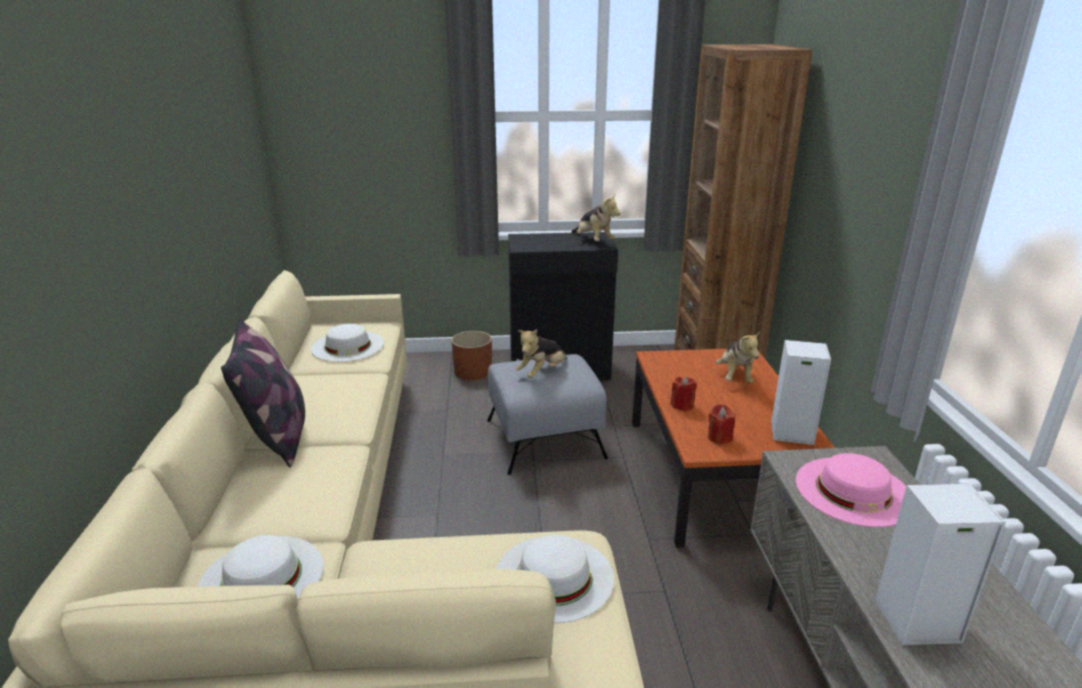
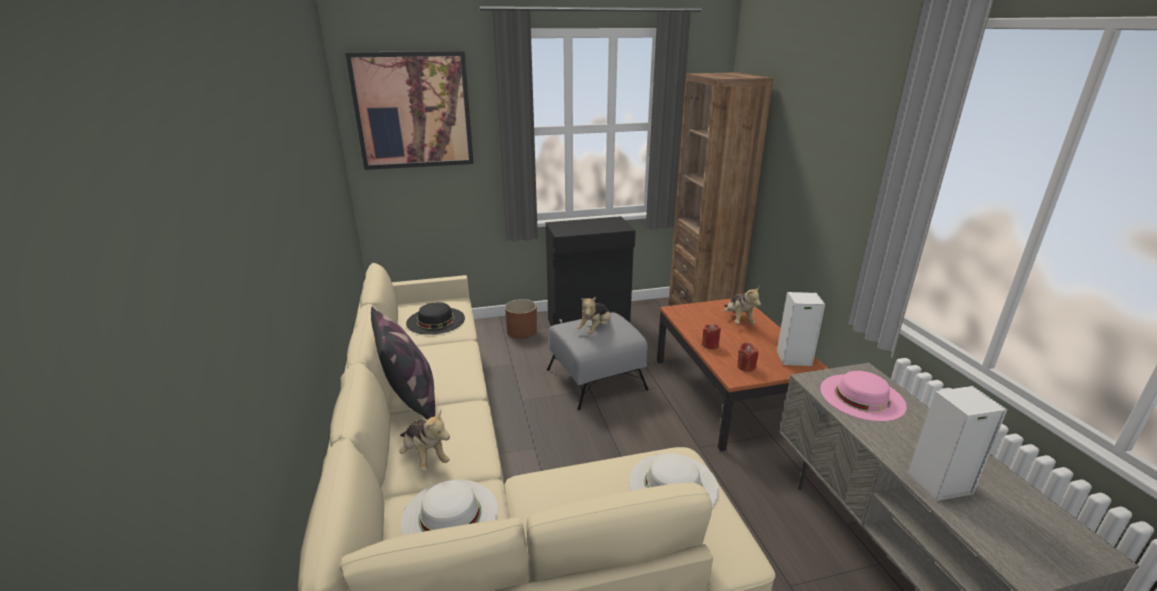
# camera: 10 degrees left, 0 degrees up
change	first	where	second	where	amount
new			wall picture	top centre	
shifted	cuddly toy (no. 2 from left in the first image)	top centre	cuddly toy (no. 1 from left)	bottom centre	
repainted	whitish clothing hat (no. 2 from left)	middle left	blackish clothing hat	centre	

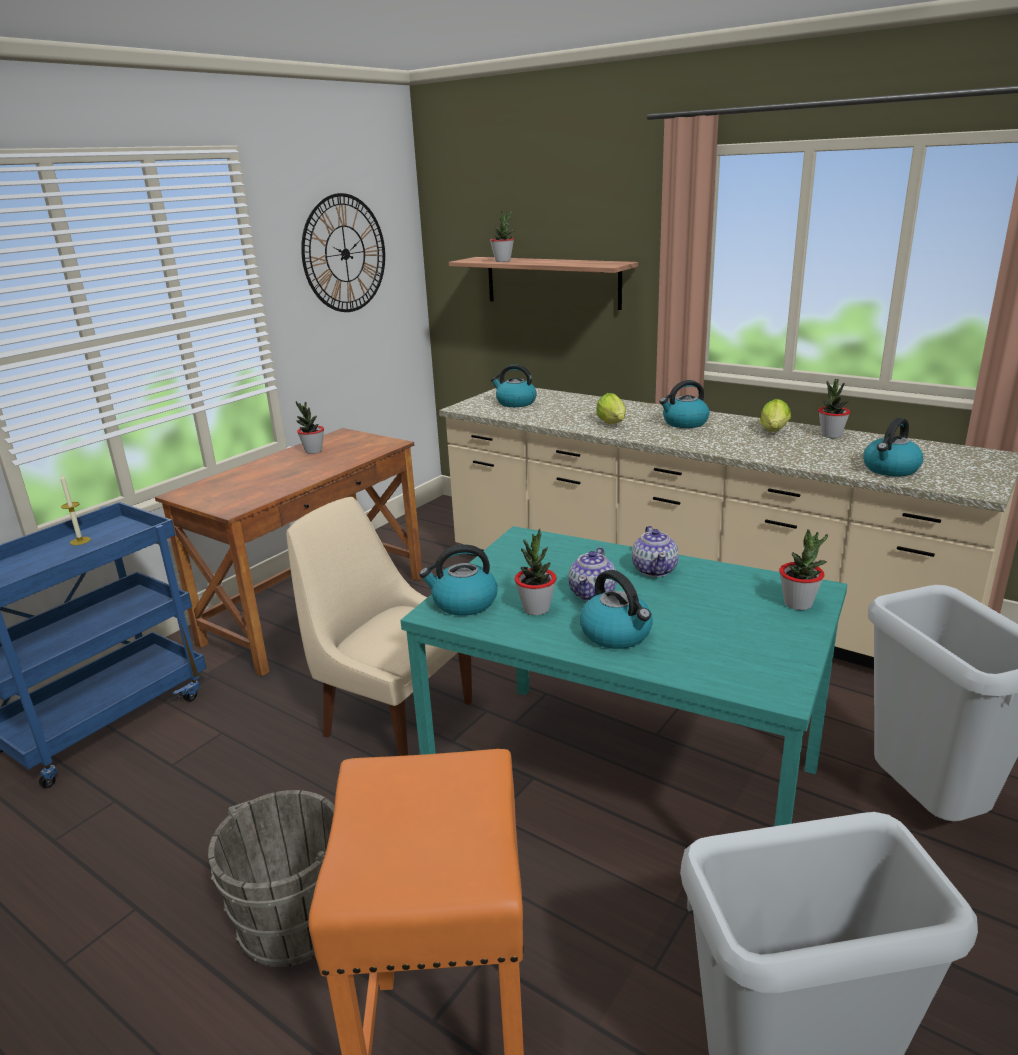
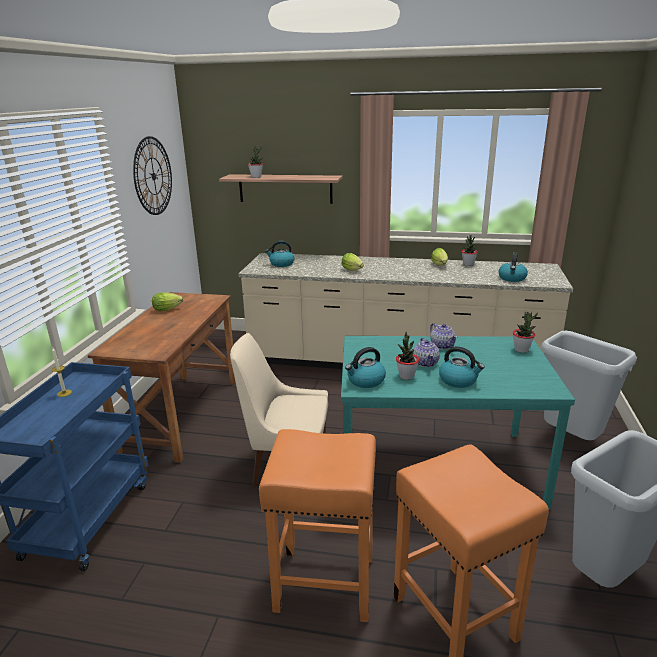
# camera: 25 degrees left, 0 degrees up
change	first	where	second	where	amount
swapped	houseplant (no. 1 from left)	middle left	head of lettuce (no. 1 from left)	middle left	
swapped	gray bucket	bottom left	orange-coloured stool seat (no. 1 from left)	bottom centre	
gone	kettle (no. 4 from left)	middle right			

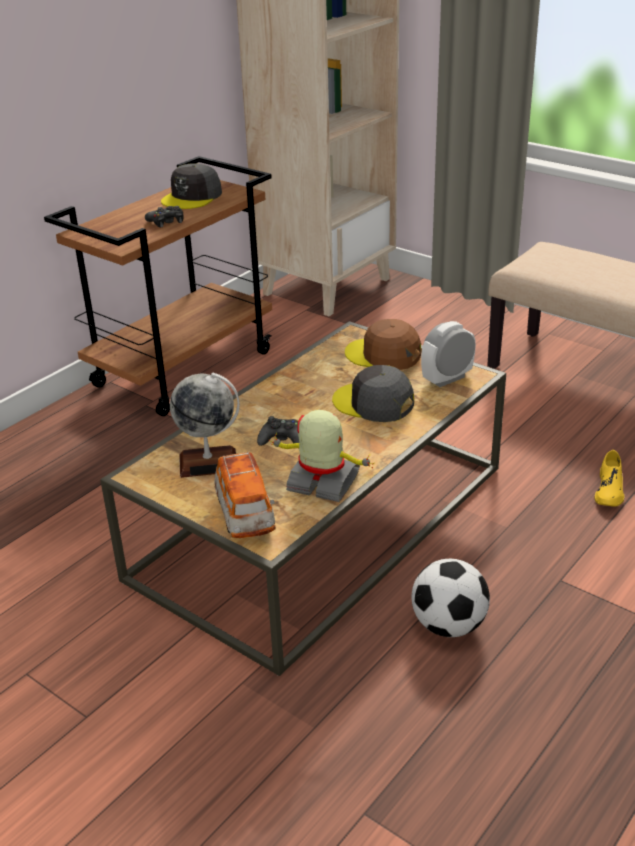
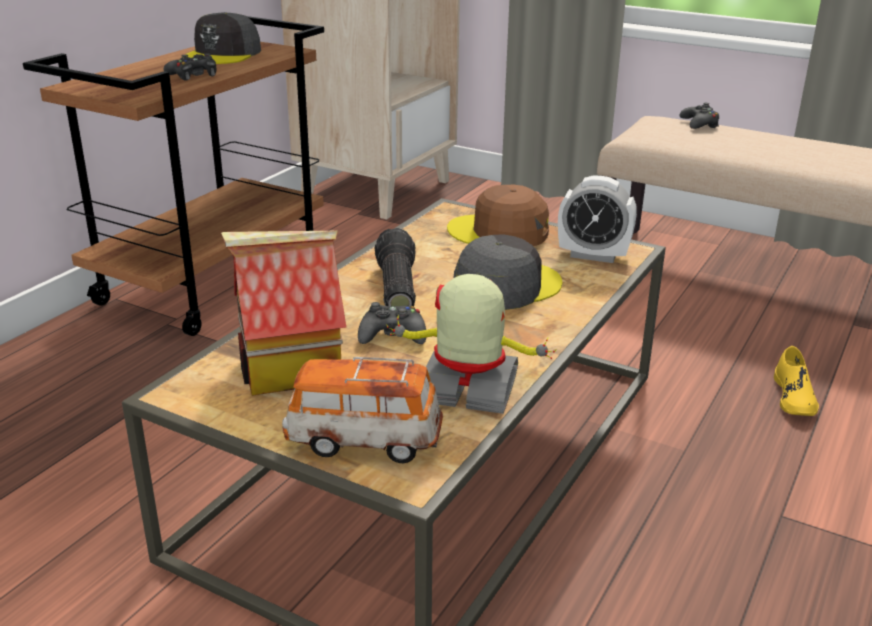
# camera: 10 degrees left, 5 degrees down
change	first	where	second	where	amount
swapped	globe	middle left	toy house	middle left	
rotated	miniature car	centre		centre	120 degrees clockwise
new			torch	centre	
rotated	gray cap (no. 2 from left)	centre		centre	120 degrees clockwise
rotated	bedside clock	middle right		middle right	120 degrees counterclockwise
new			blackish joypad (no. 3 from left)	top right	
gone	ball for football	bottom right			

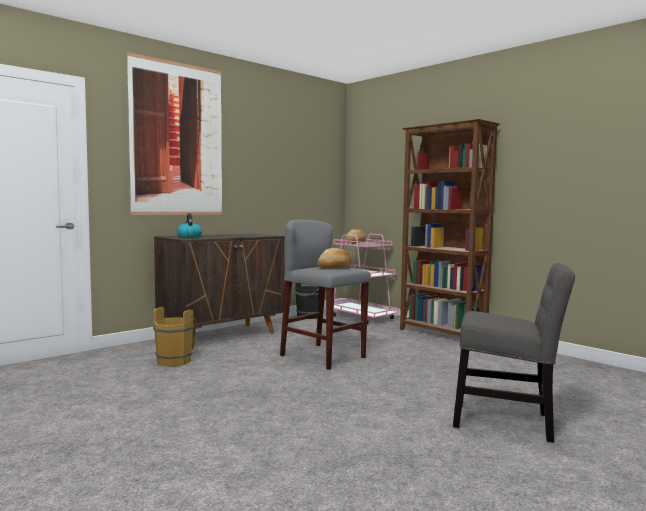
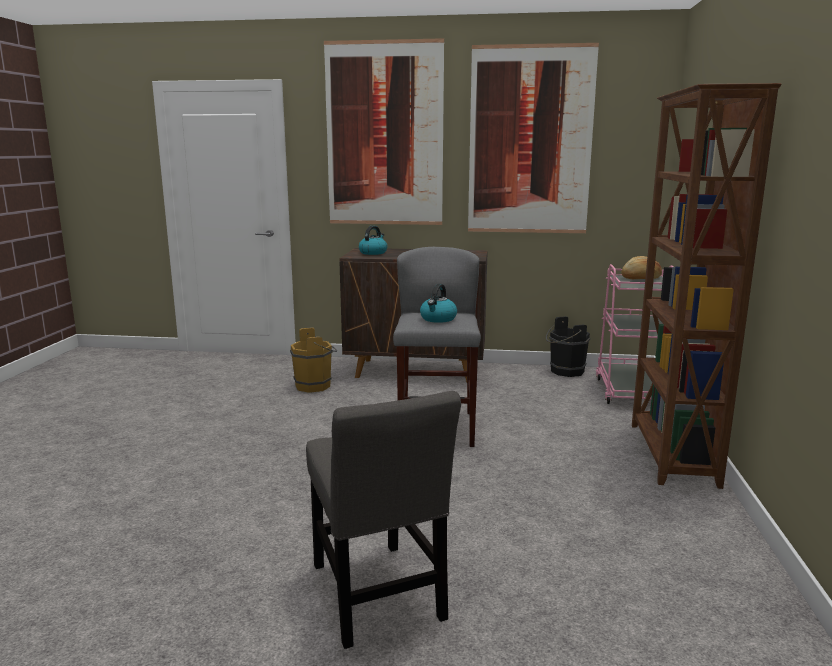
# camera: 50 degrees right, 10 degrees up
change	first	where	second	where	amount
swapped	baked bread (no. 1 from left)	centre	kettle (no. 2 from left)	centre	
new			wall picture (no. 2 from left)	top centre	

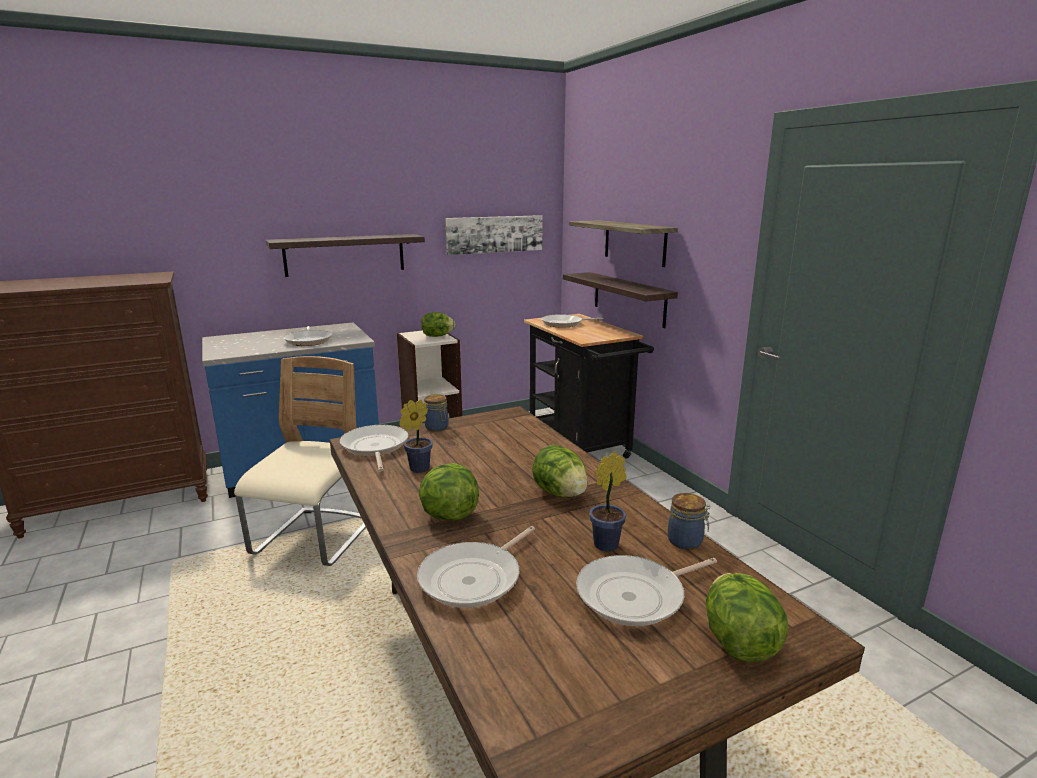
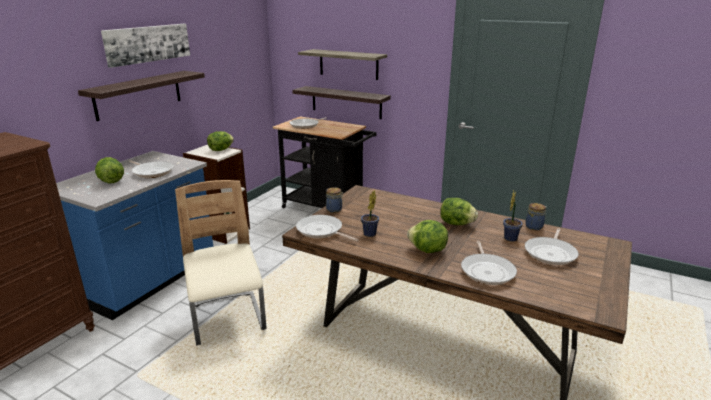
# camera: 35 degrees left, 5 degrees up
change	first	where	second	where	amount
shifted	head of lettuce (no. 4 from left in the first image)	bottom right	head of lettuce (no. 1 from left)	middle left	
shifted	wall picture	top centre		top left	

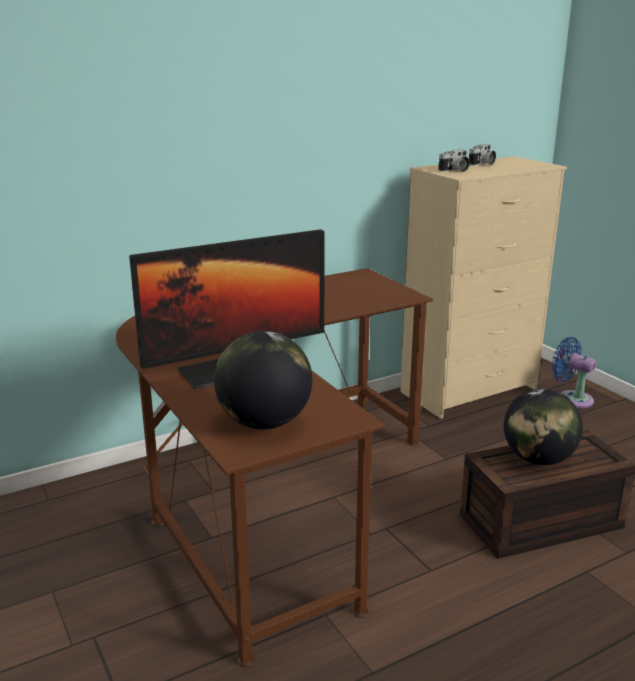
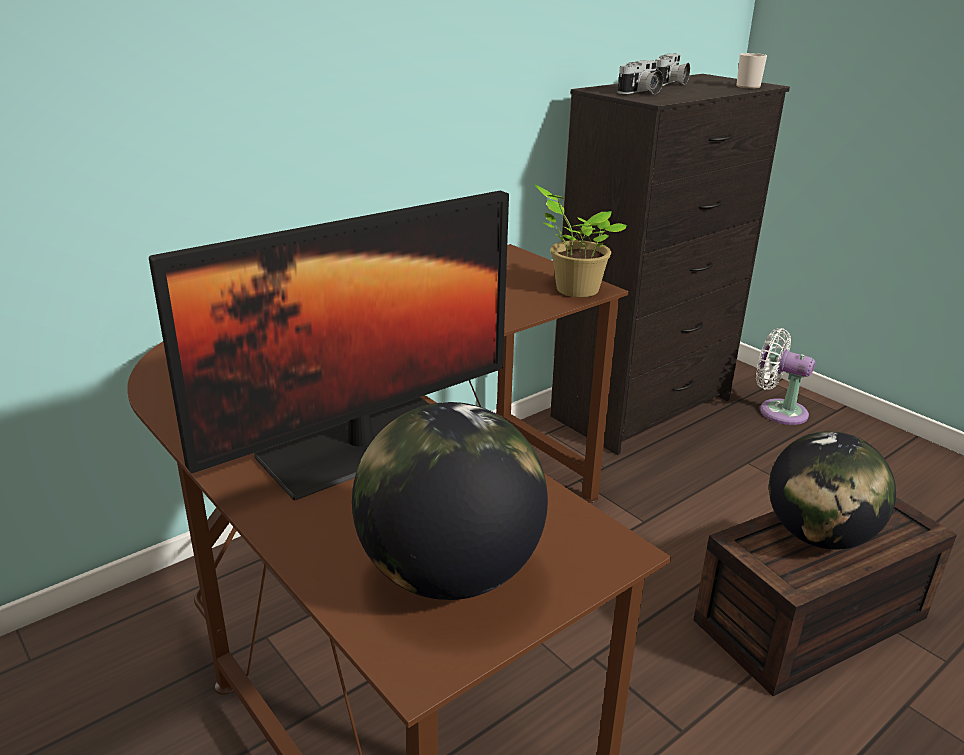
# camera: 10 degrees left, 5 degrees up
change	first	where	second	where	amount
new			houseplant	top centre	
repainted	beige dresser	middle right	blackish dresser	middle right	
new			tea mug	top right	
repainted	bluish electric fan	middle right	whitish electric fan	middle right	

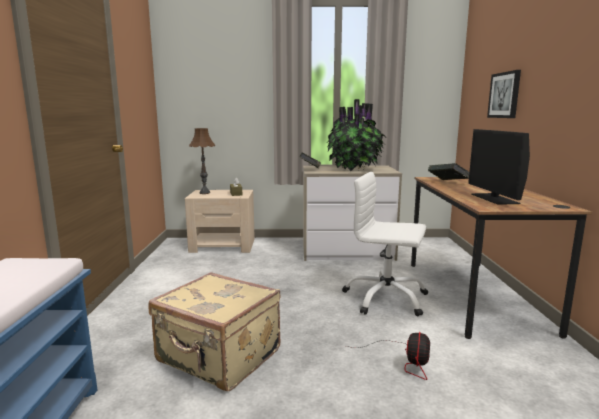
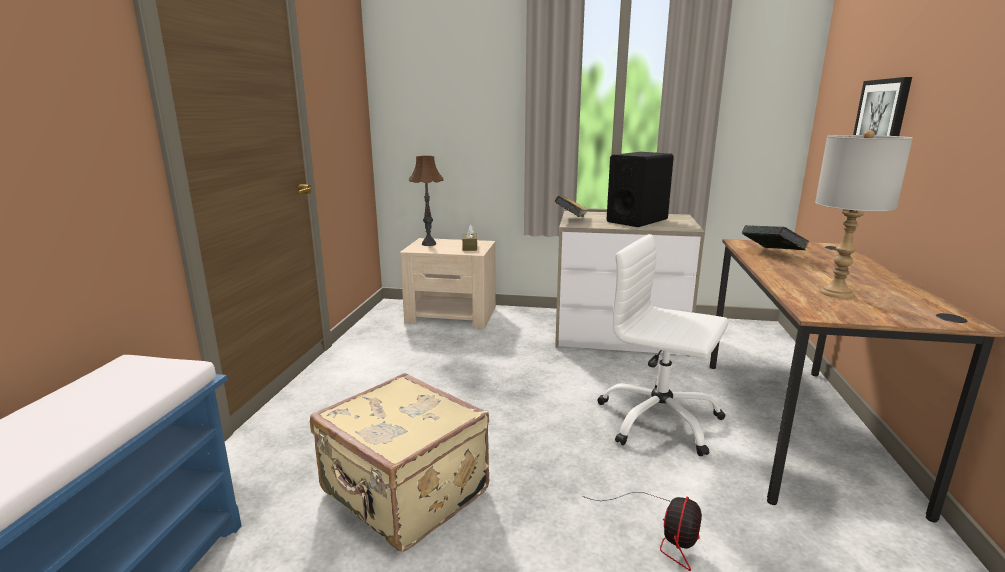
# camera: 10 degrees right, 5 degrees up
change	first	where	second	where	amount
swapped	houseplant	top centre	blackish audio speaker	top centre	
swapped	monitor	middle right	gray tabletop lamp	middle right	

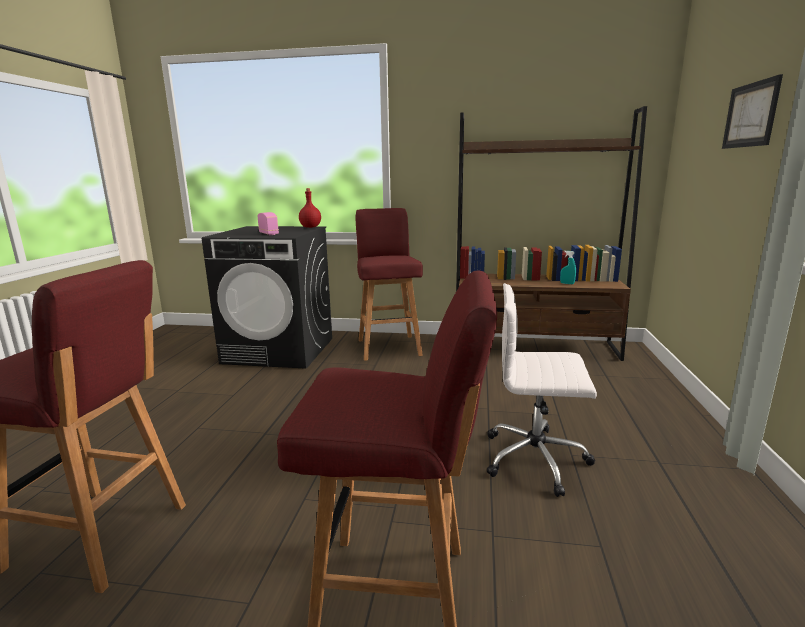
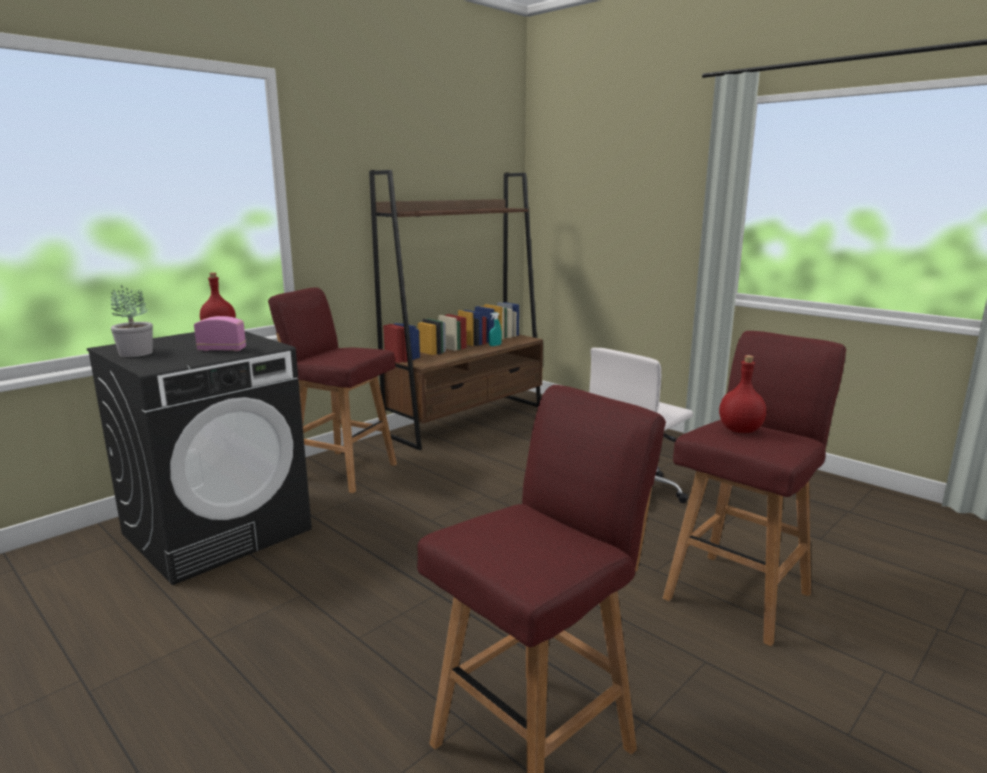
# camera: 55 degrees left, 0 degrees up
change	first	where	second	where	amount
new			houseplant	middle left	
new			reddish bottle (no. 2 from left)	middle right	
gone	wall picture	top right			

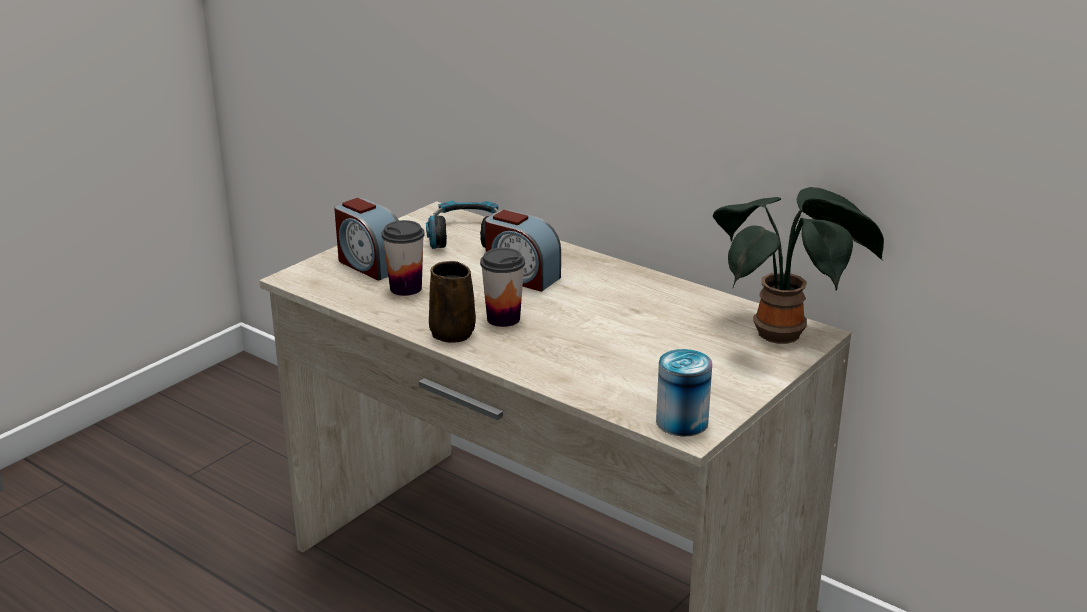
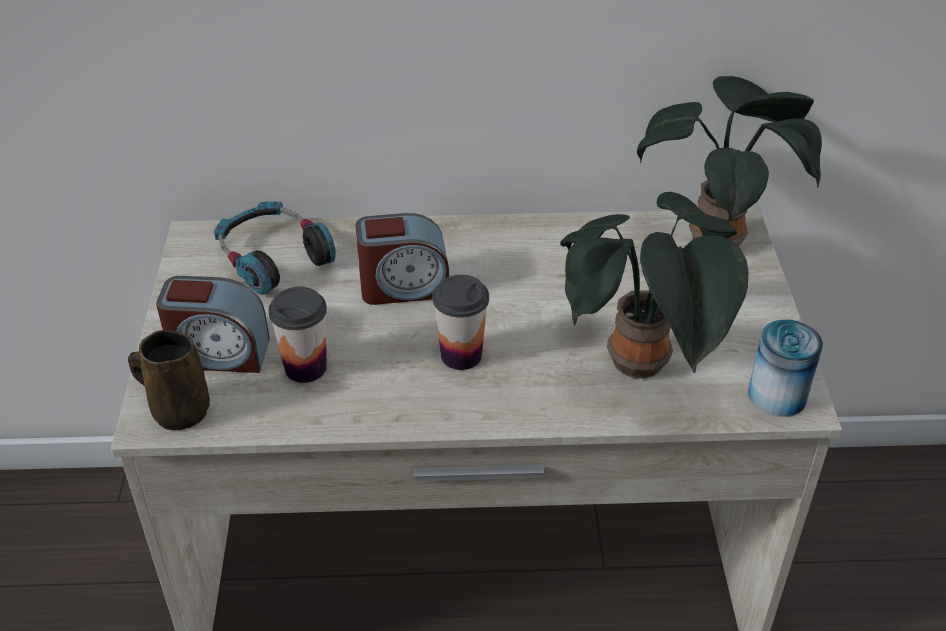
# camera: 40 degrees left, 15 degrees up
change	first	where	second	where	amount
shifted	brown-coloured tea mug	centre		middle left	
new			houseplant (no. 1 from left)	middle right	

